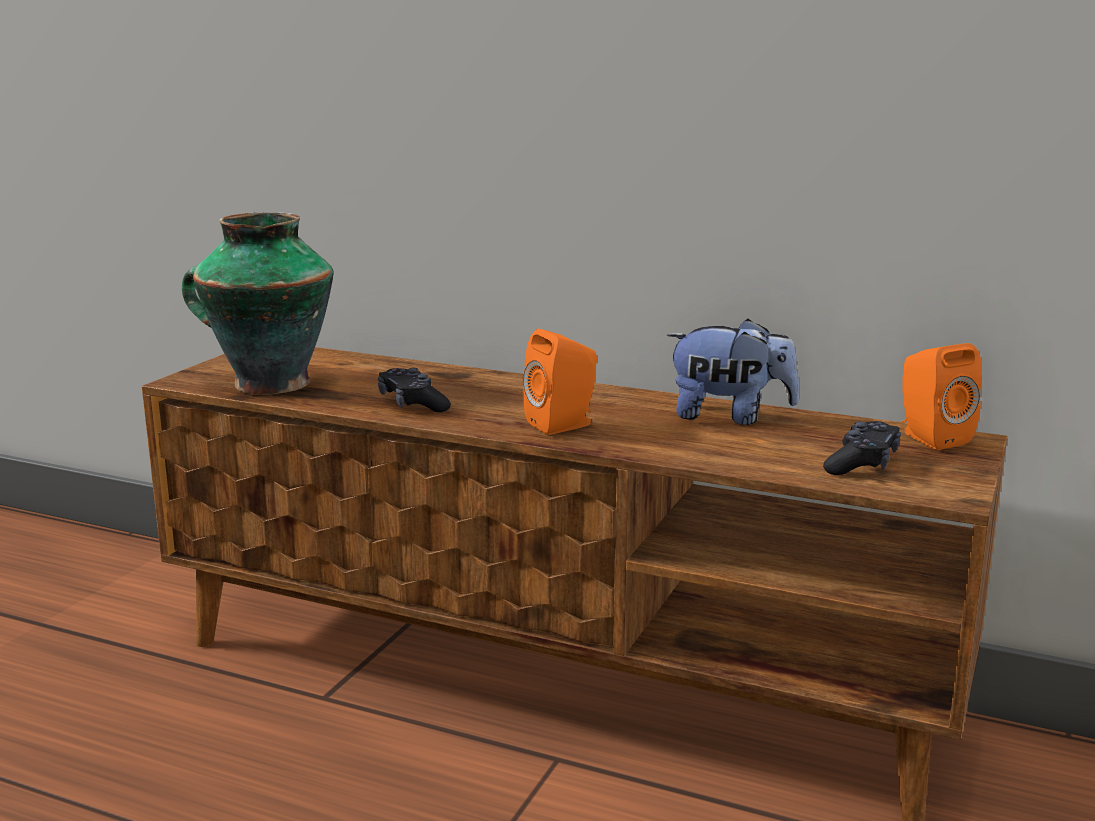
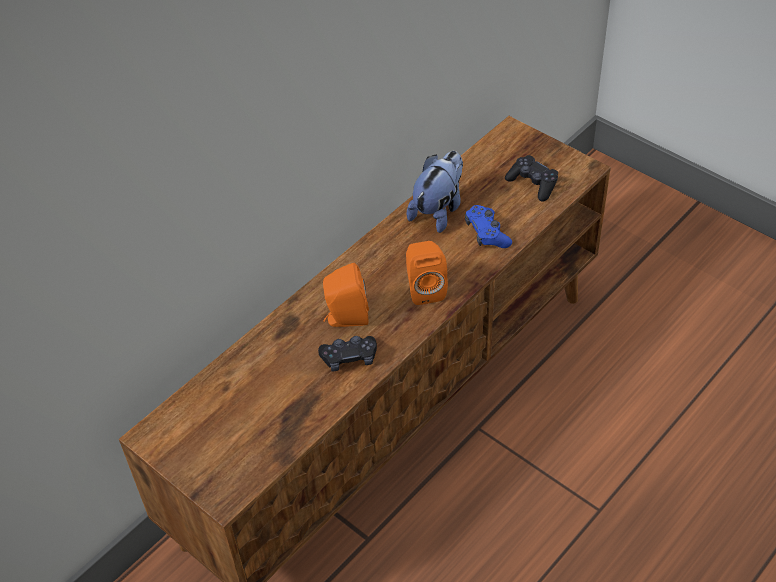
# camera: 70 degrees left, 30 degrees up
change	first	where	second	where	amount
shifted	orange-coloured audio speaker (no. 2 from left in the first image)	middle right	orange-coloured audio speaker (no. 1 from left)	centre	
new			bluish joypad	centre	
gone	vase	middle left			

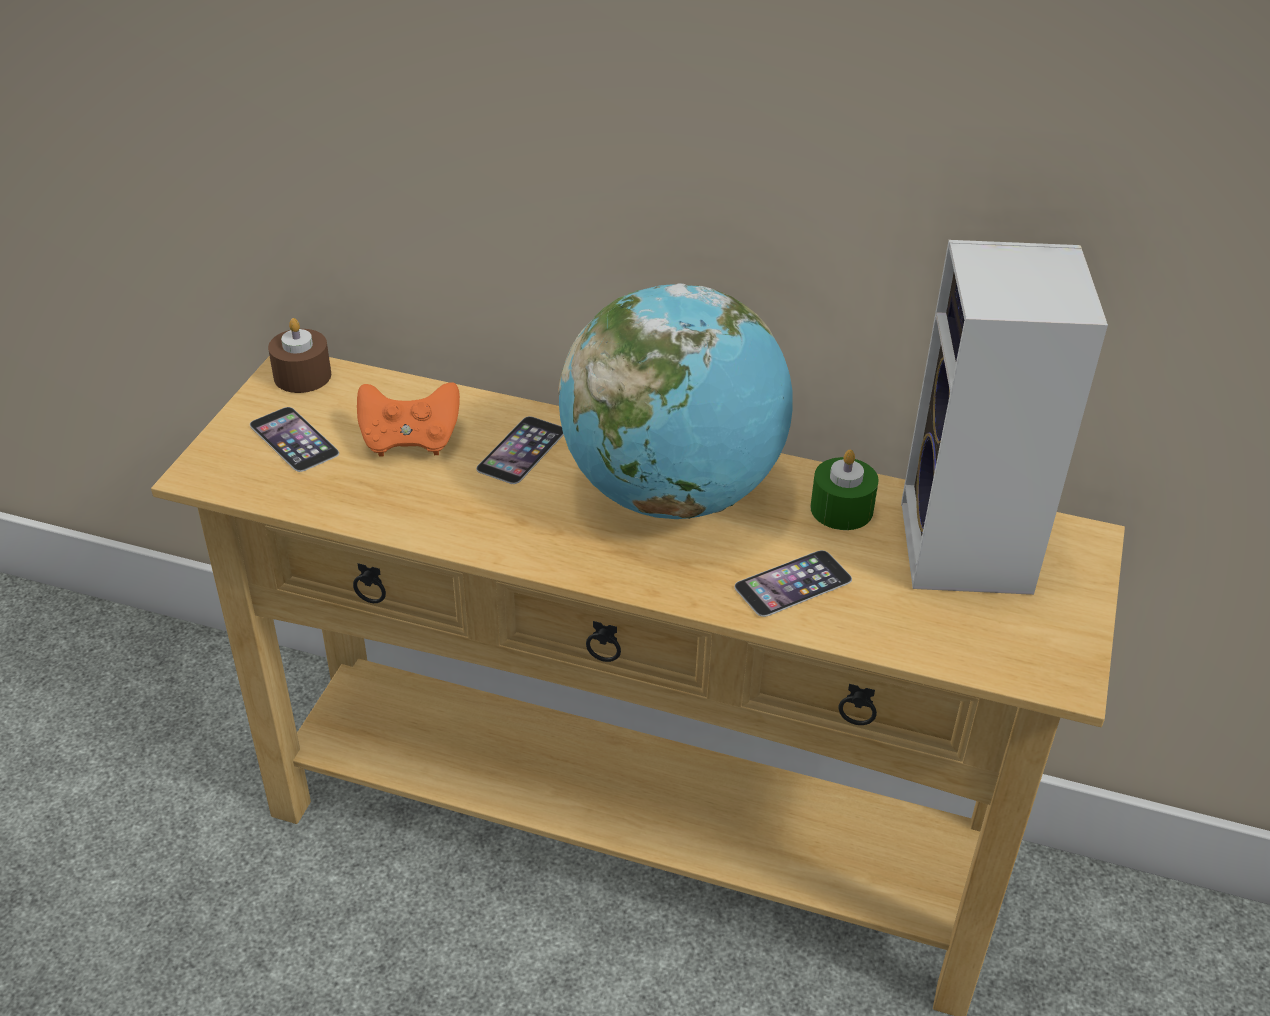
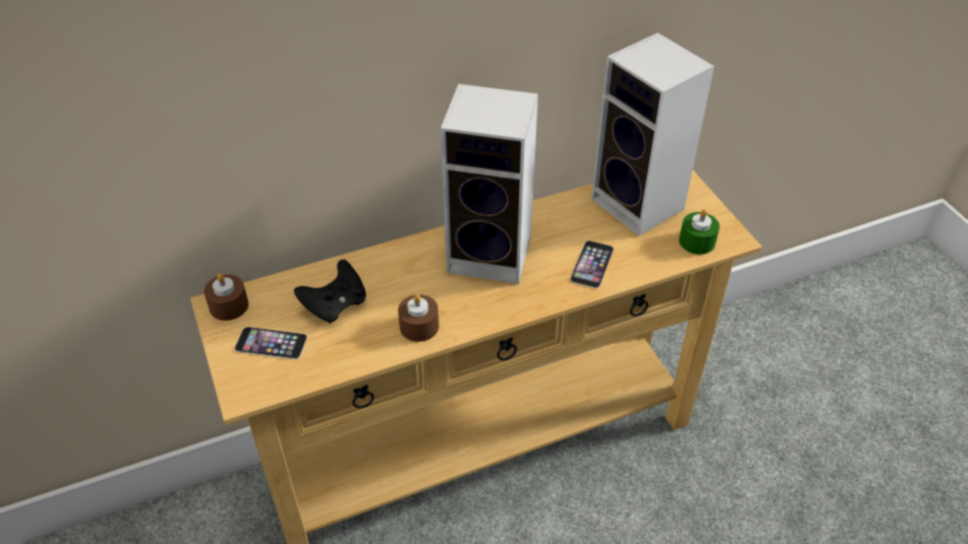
# camera: 40 degrees left, 5 degrees up
change	first	where	second	where	amount
repainted	orange-coloured joypad	middle left	blackish joypad	centre	
new			brown-coloured candle (no. 2 from left)	centre	
swapped	globe	centre	audio speaker (no. 1 from left)	centre	
shifted	green-coloured candle	centre		middle right	
gone	telephone (no. 2 from left)	centre			

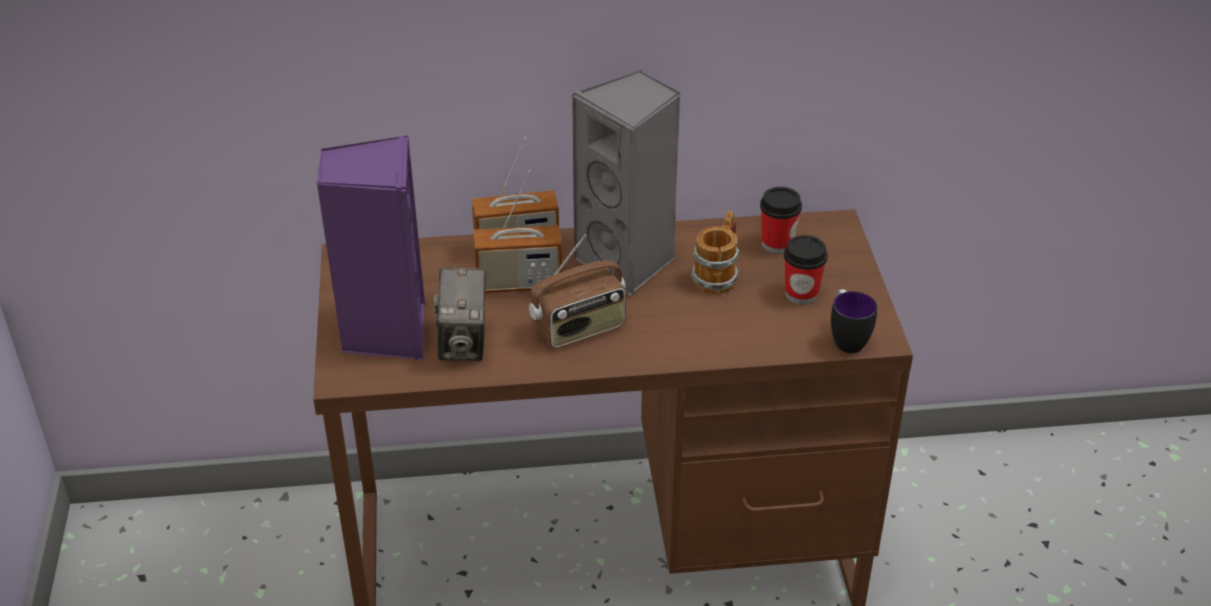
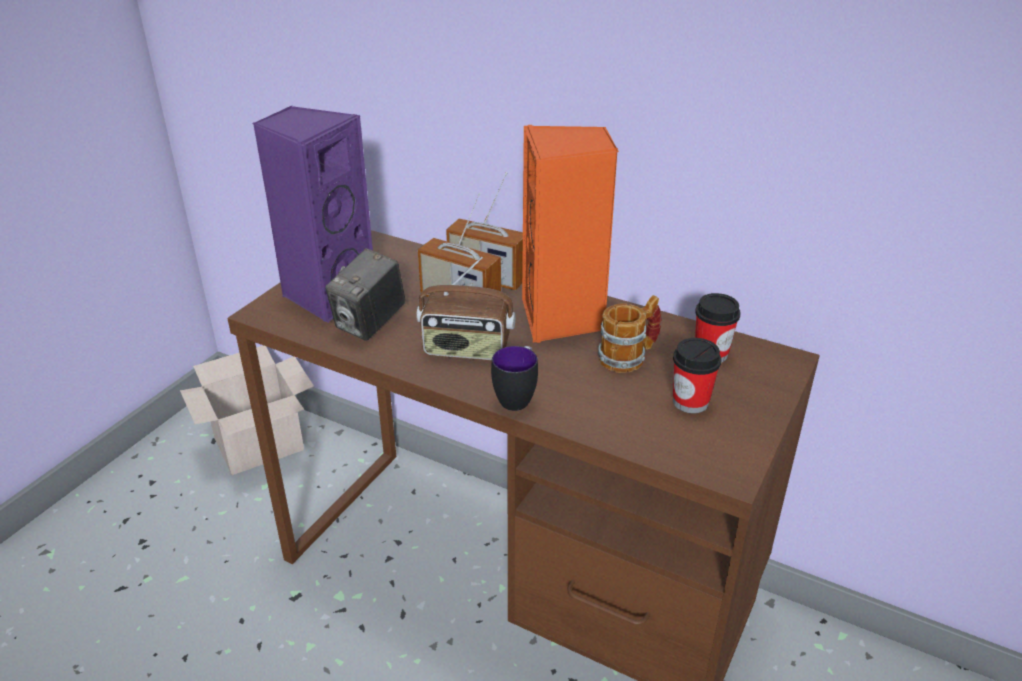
# camera: 35 degrees right, 5 degrees down
change	first	where	second	where	amount
new			packing box	middle left	
shifted	tea mug (no. 2 from left in the first image)	middle right	tea mug (no. 1 from left)	centre	
repainted	gray audio speaker	top centre	orange-coloured audio speaker	centre	

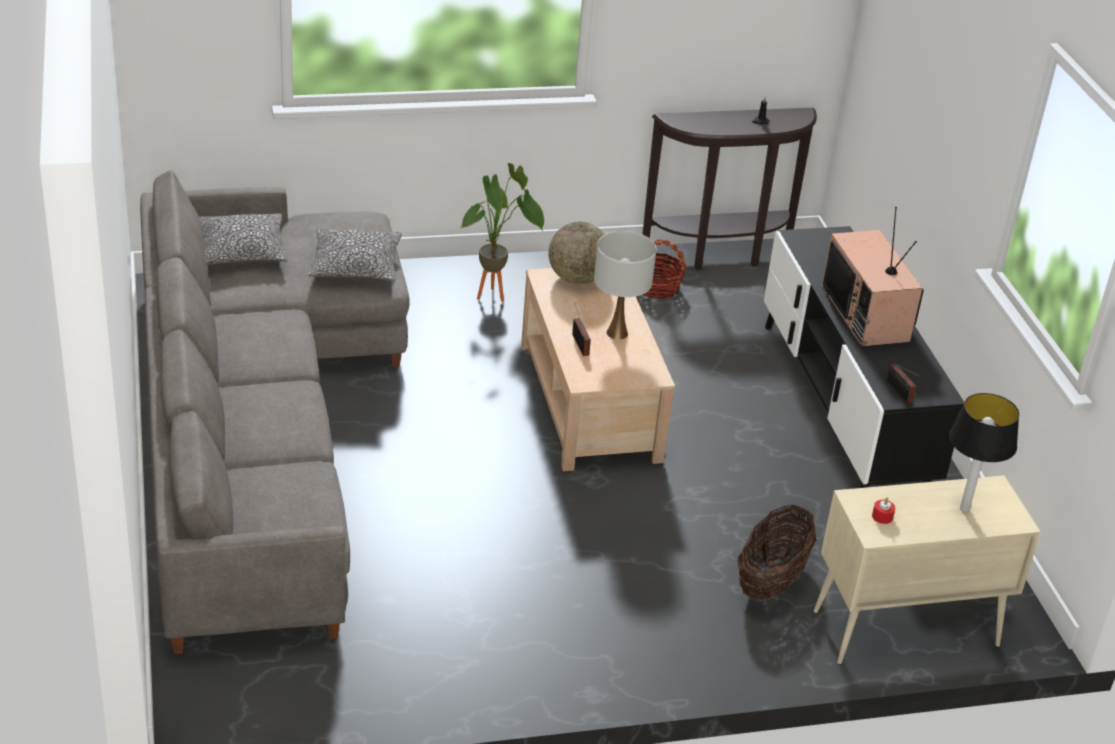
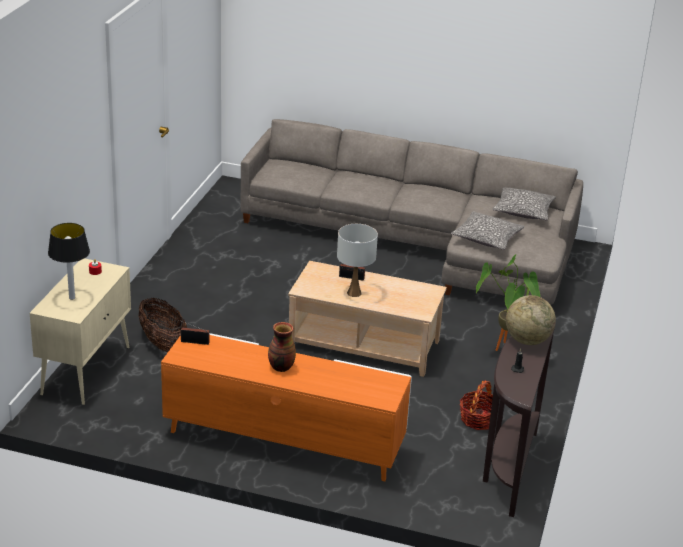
# camera: 120 degrees right, 5 degrees down
change	first	where	second	where	amount
repainted	blackish tv stand	middle right	orange-coloured tv stand	bottom centre	
swapped	TV set	middle right	vase	centre	
shifted	globe	centre		middle right	

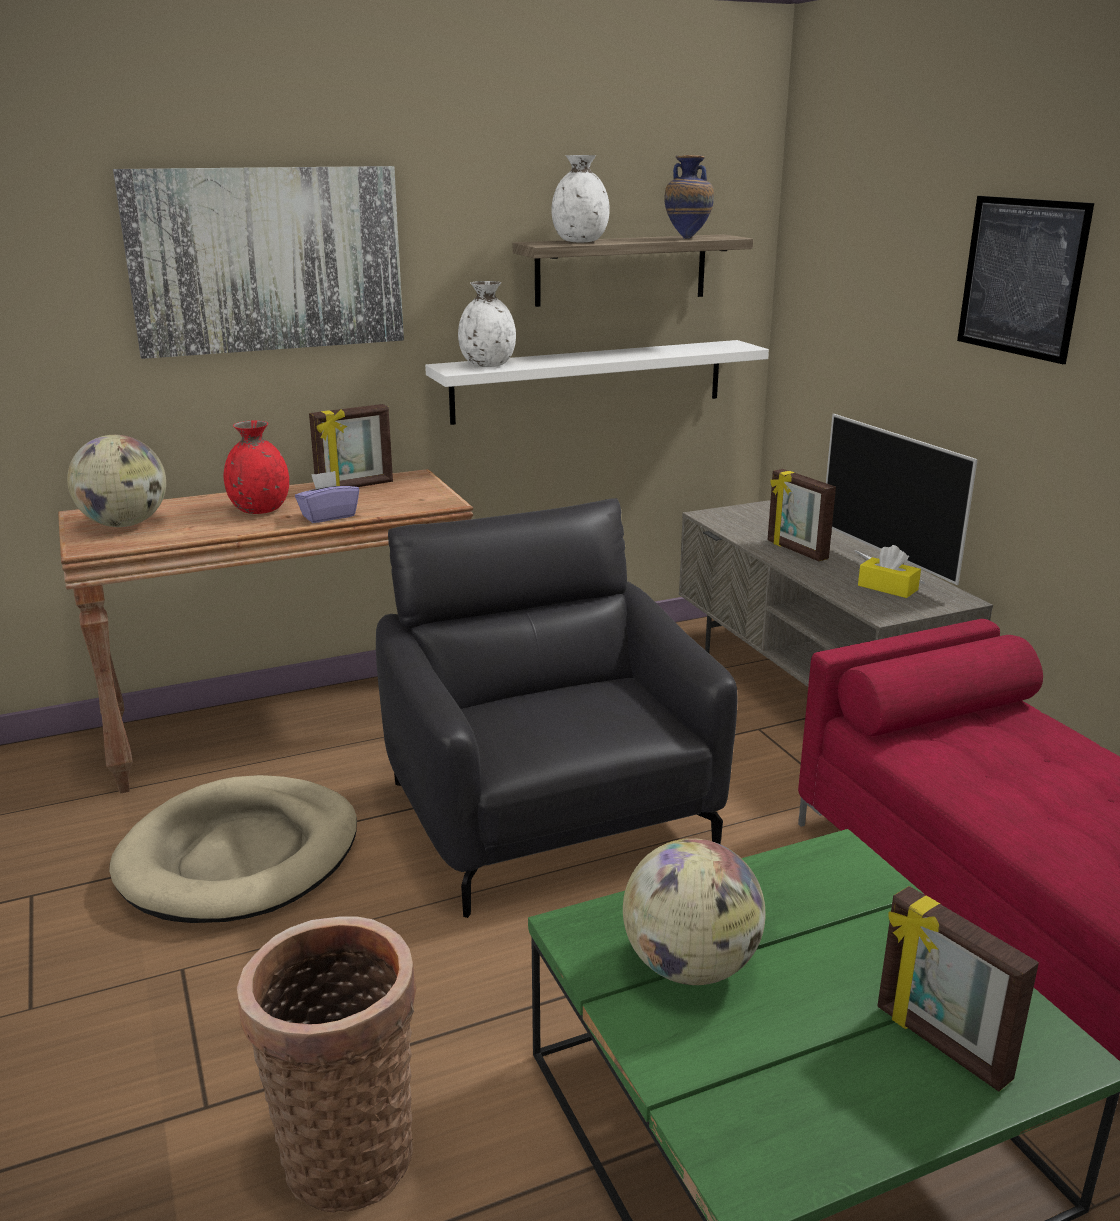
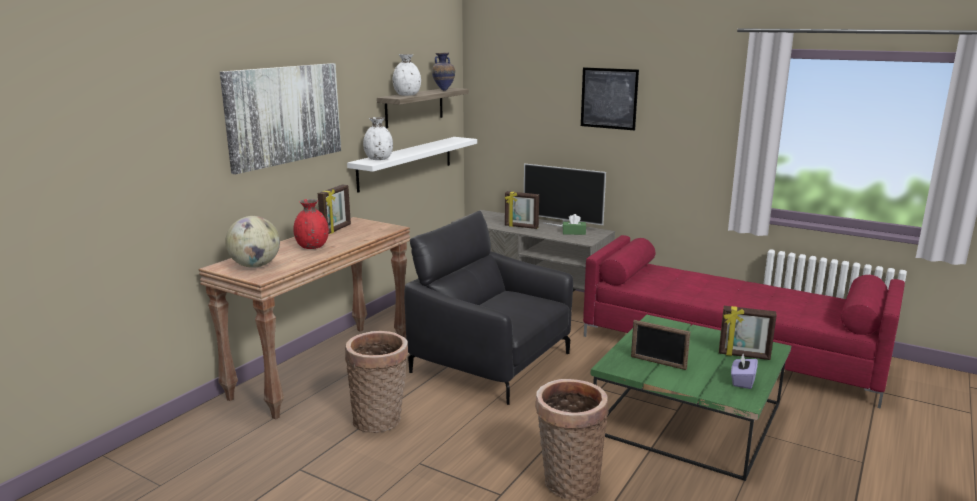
# camera: 35 degrees left, 5 degrees down
change	first	where	second	where	amount
swapped	beige dog bed	bottom left	basket (no. 1 from left)	bottom centre	
repainted	yellow-coloured box of tissues	middle right	green-coloured box of tissues	centre	
swapped	globe (no. 2 from left)	bottom centre	picture frame (no. 3 from left)	bottom right	
shifted	purple-coloured box of tissues	middle left		bottom right	

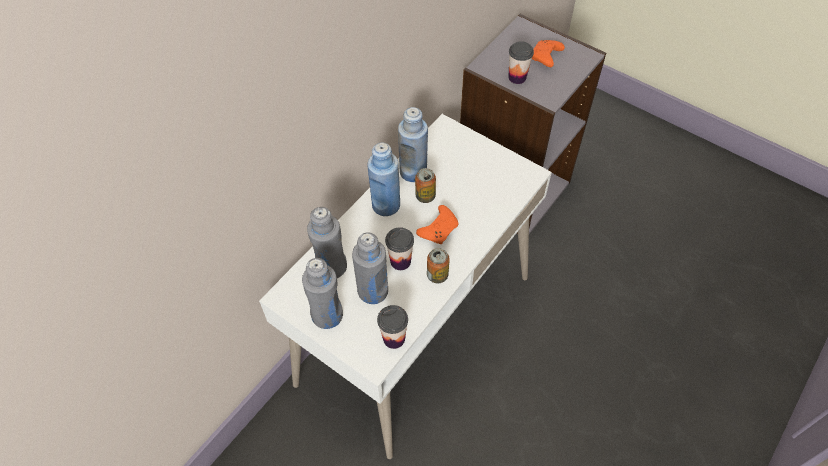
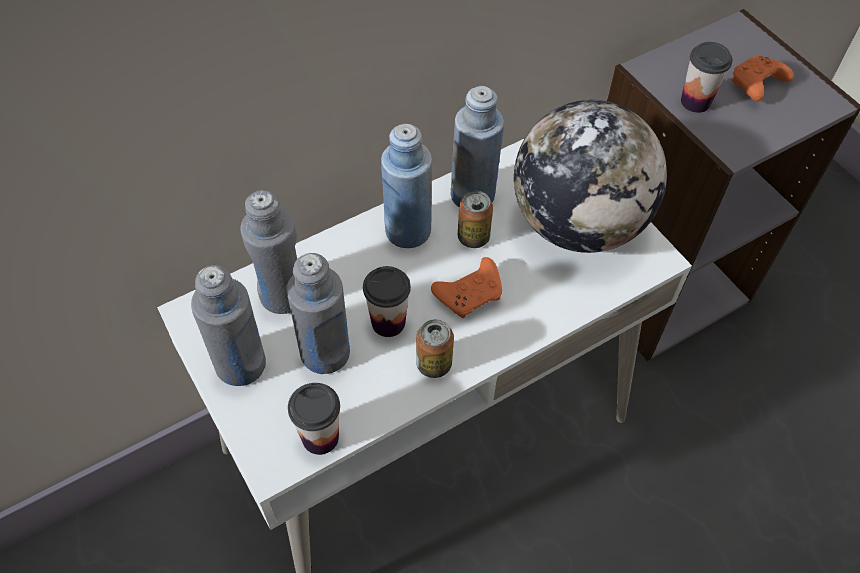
# camera: 20 degrees right, 0 degrees up
change	first	where	second	where	amount
new			globe	top right	

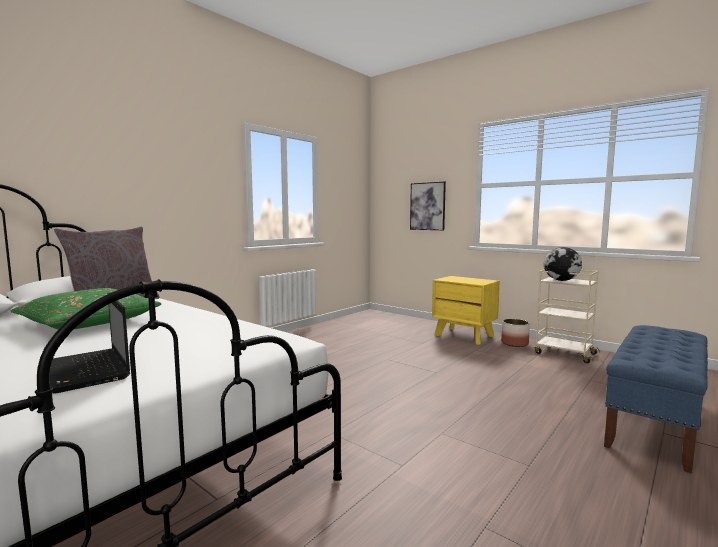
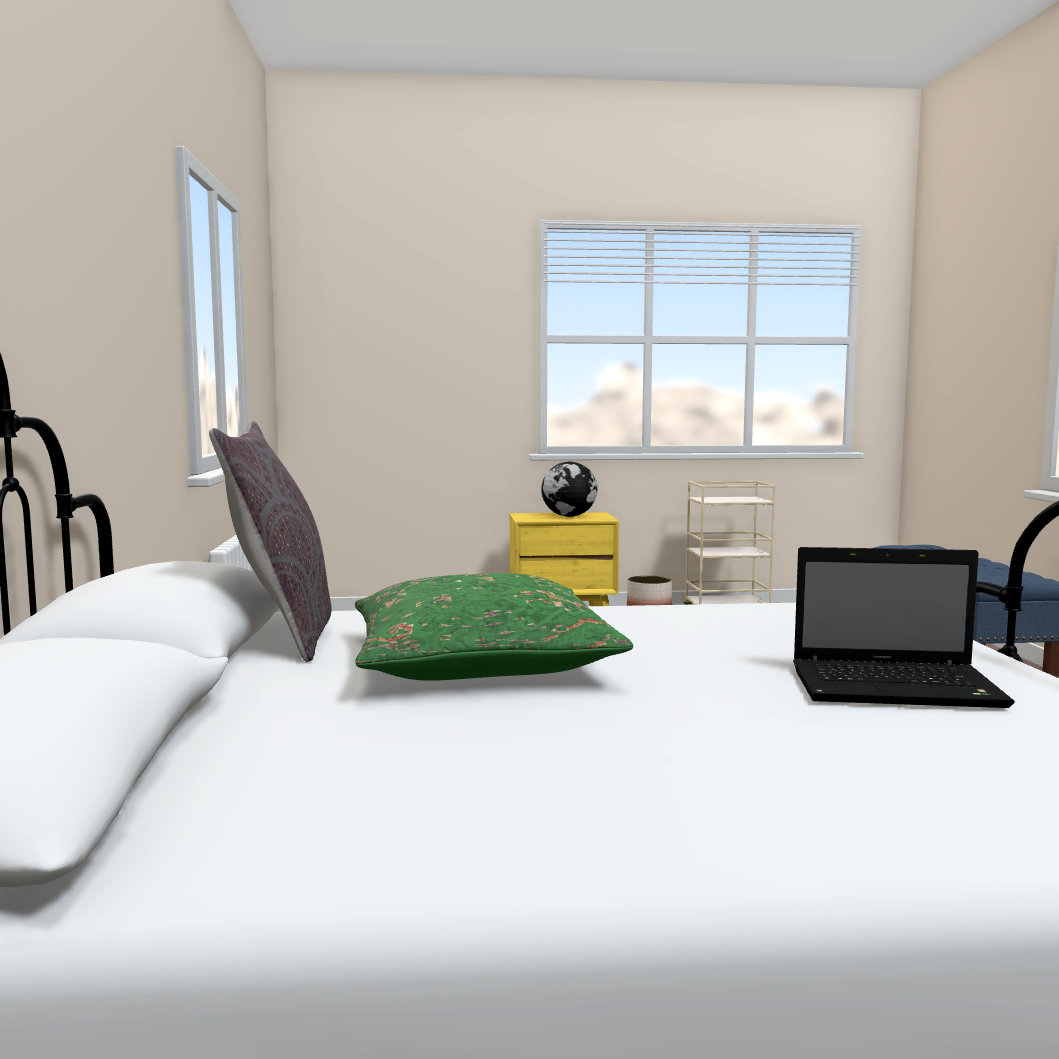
# camera: 45 degrees left, 0 degrees up
change	first	where	second	where	amount
shifted	globe	middle right		centre	
gone	wall picture	centre			

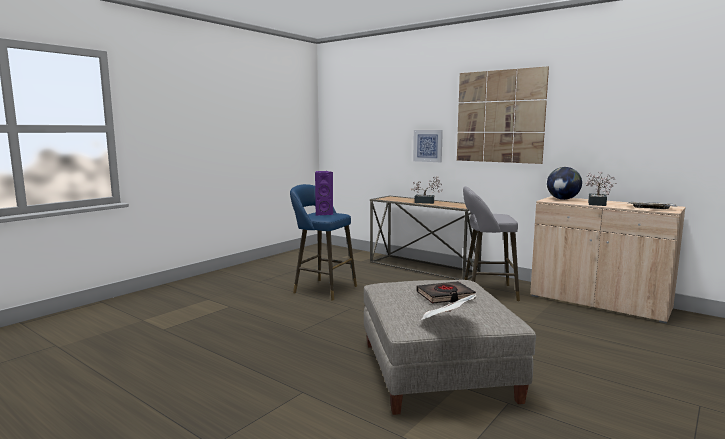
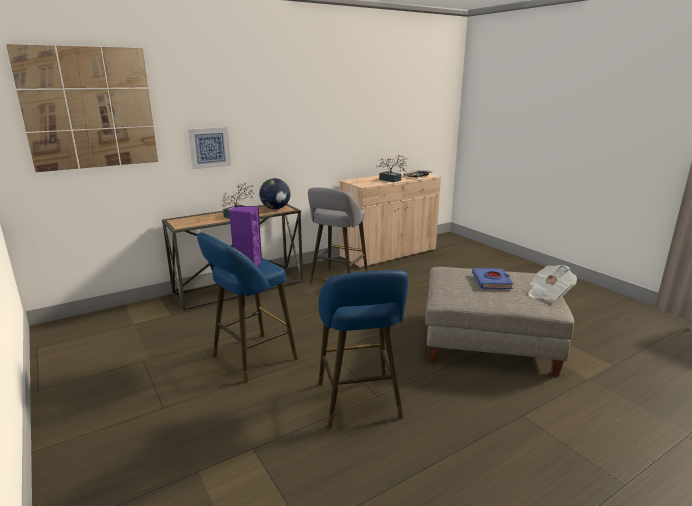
# camera: 70 degrees left, 10 degrees up
change	first	where	second	where	amount
shifted	wall picture (no. 2 from left in the first image)	top right	wall picture (no. 1 from left)	top left	
shifted	globe	middle right		centre	
new			bluish stool seat (no. 2 from left)	bottom centre	
repainted	blackish bound book	centre	bluish bound book	middle right	

